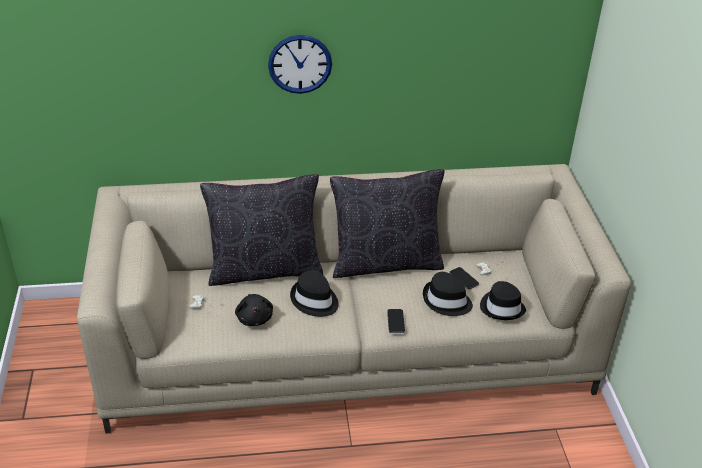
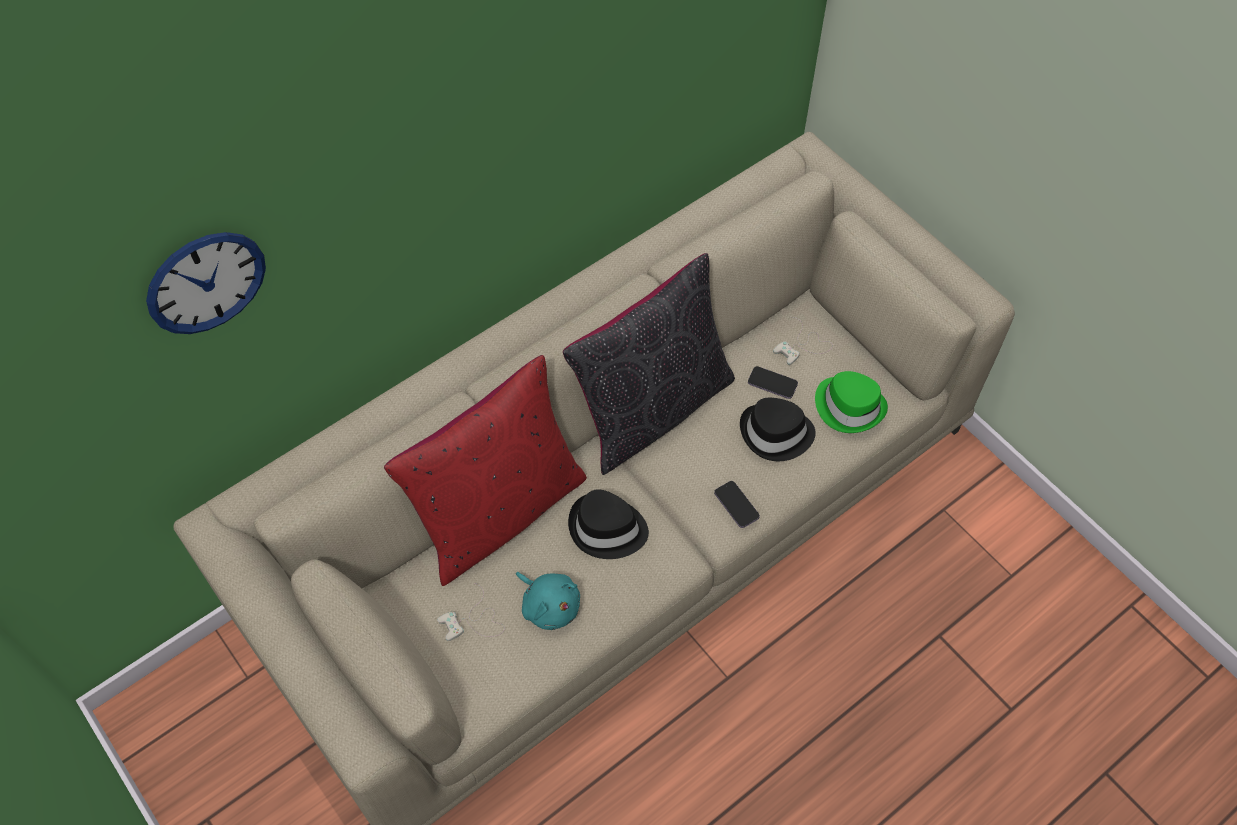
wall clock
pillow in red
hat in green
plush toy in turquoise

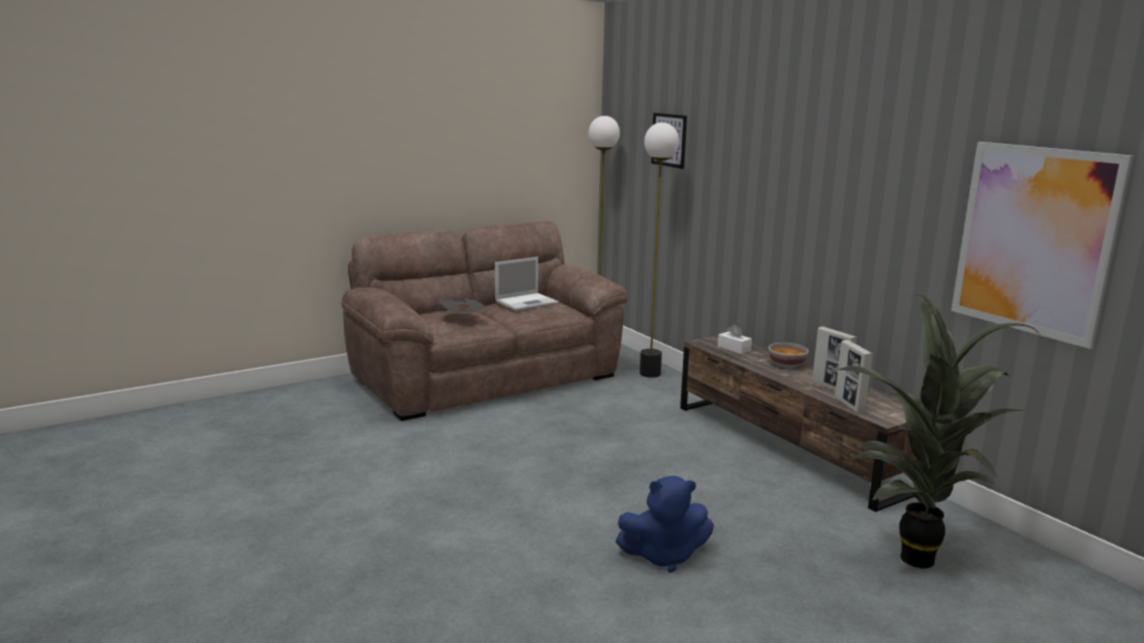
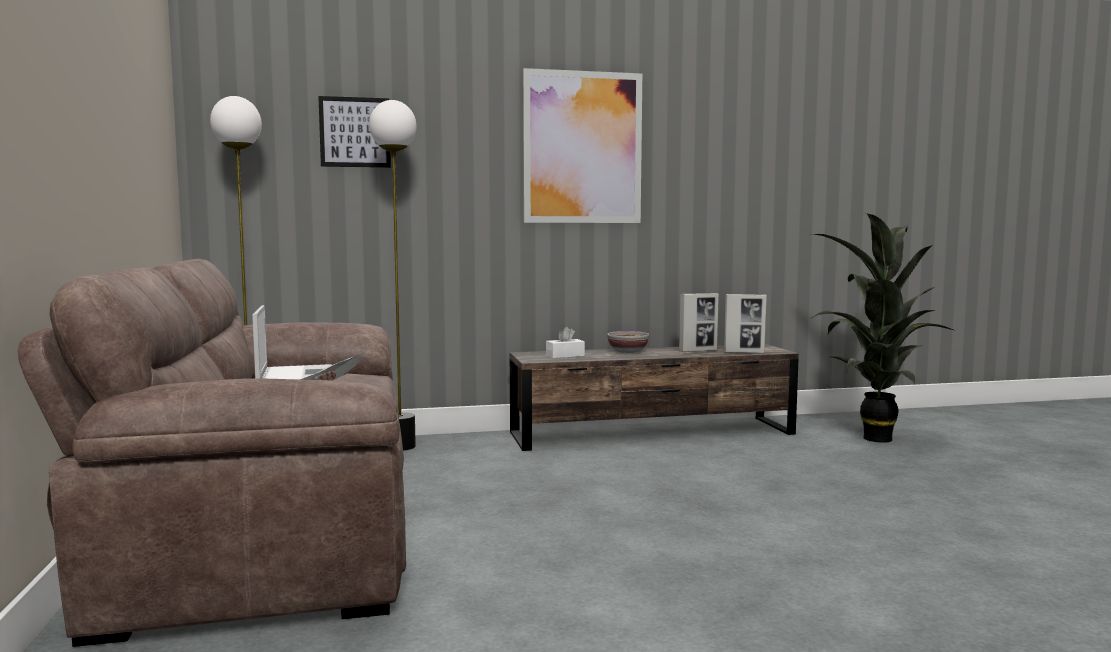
picture (2nd from left)
plush toy in blue

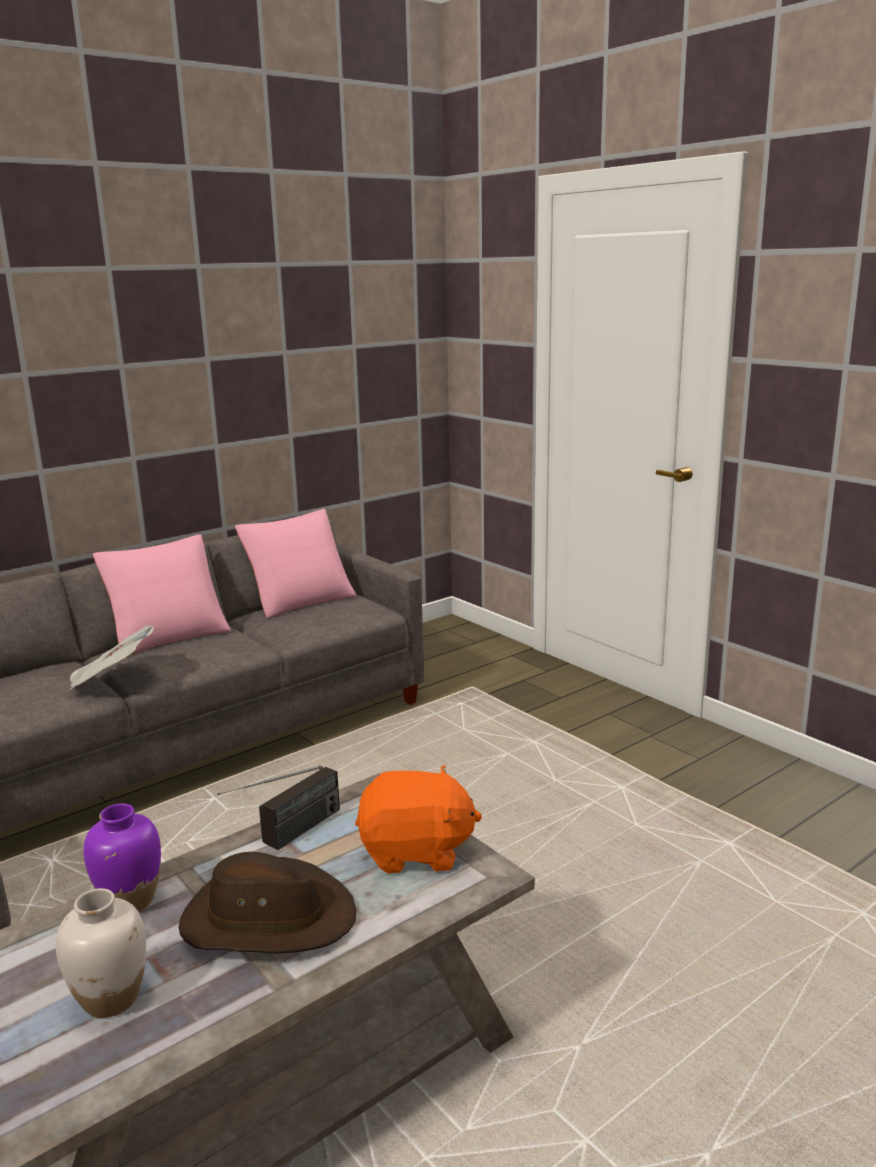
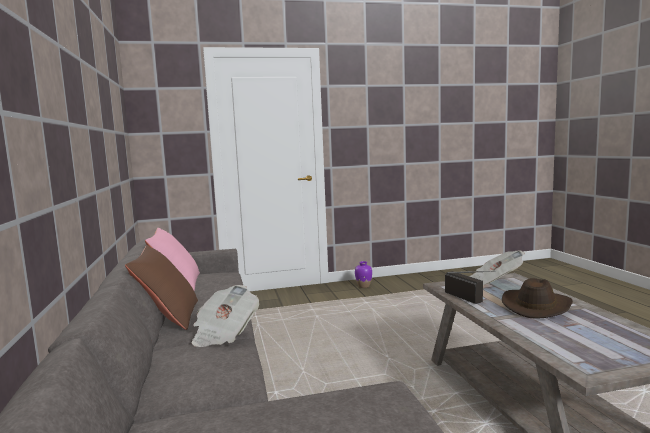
pillow in brown
newspaper (2nd from left)
vase in purple
vase in white

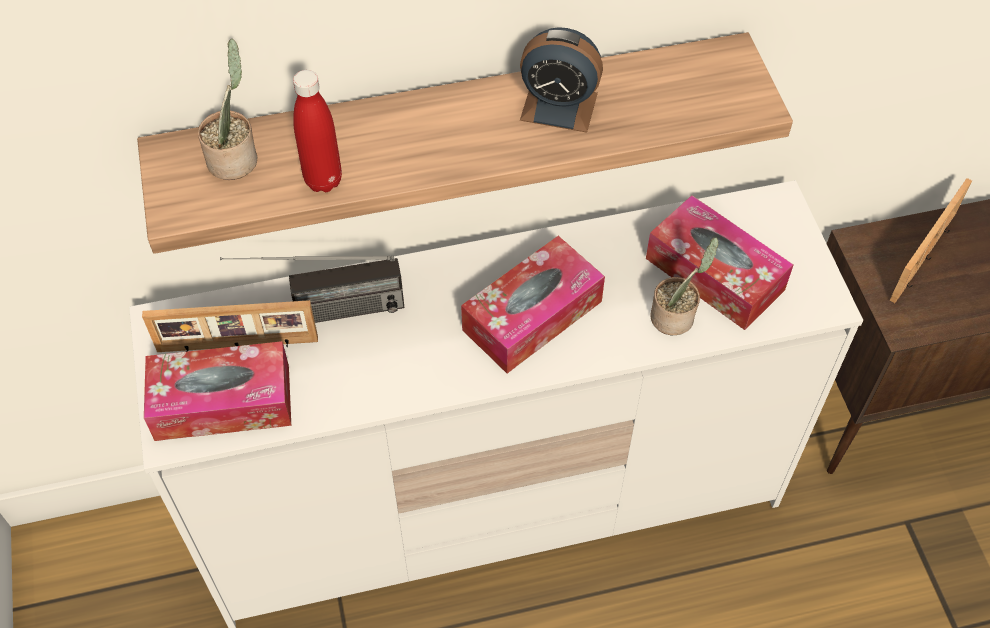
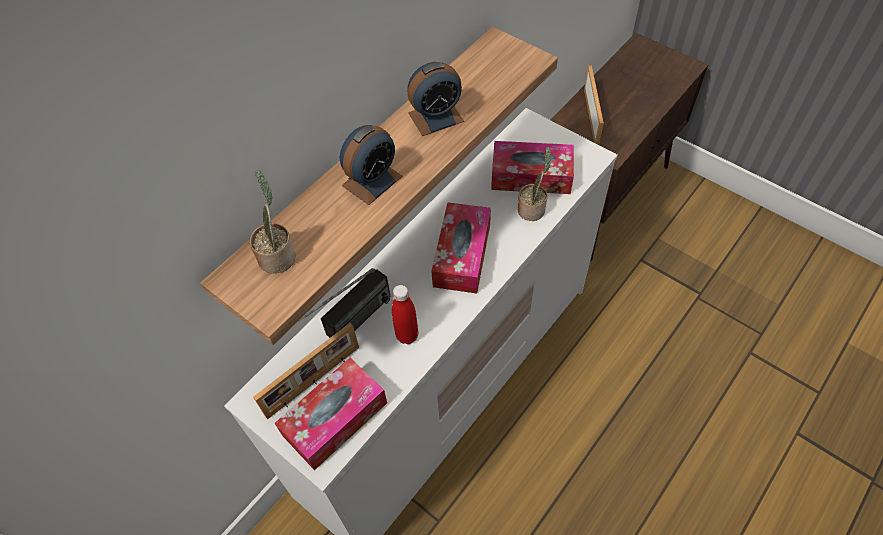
bottle in red
alarm clock (1st from left)

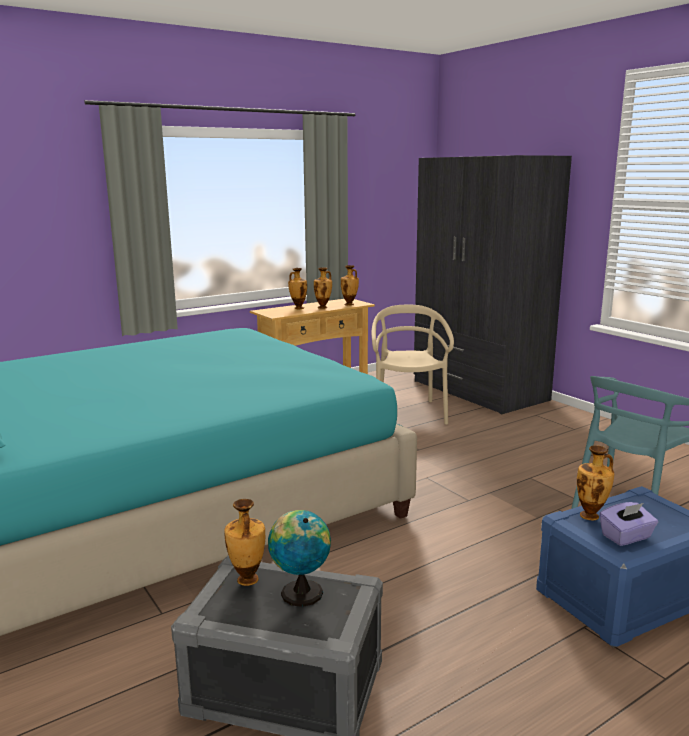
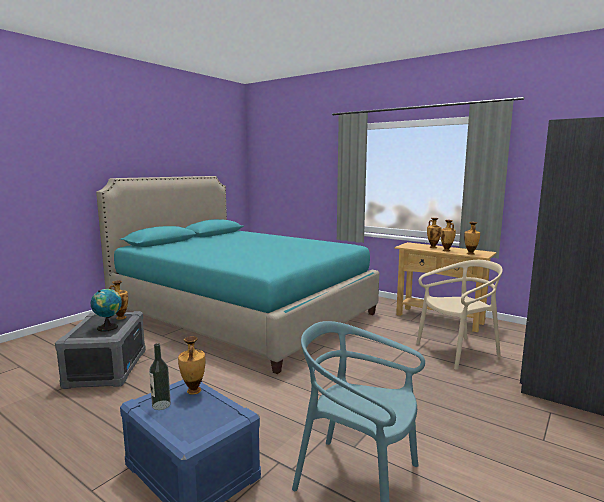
bottle

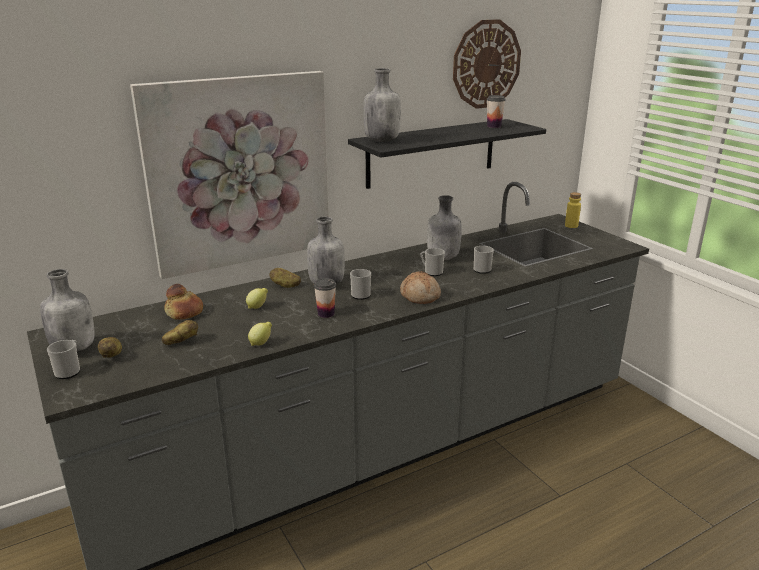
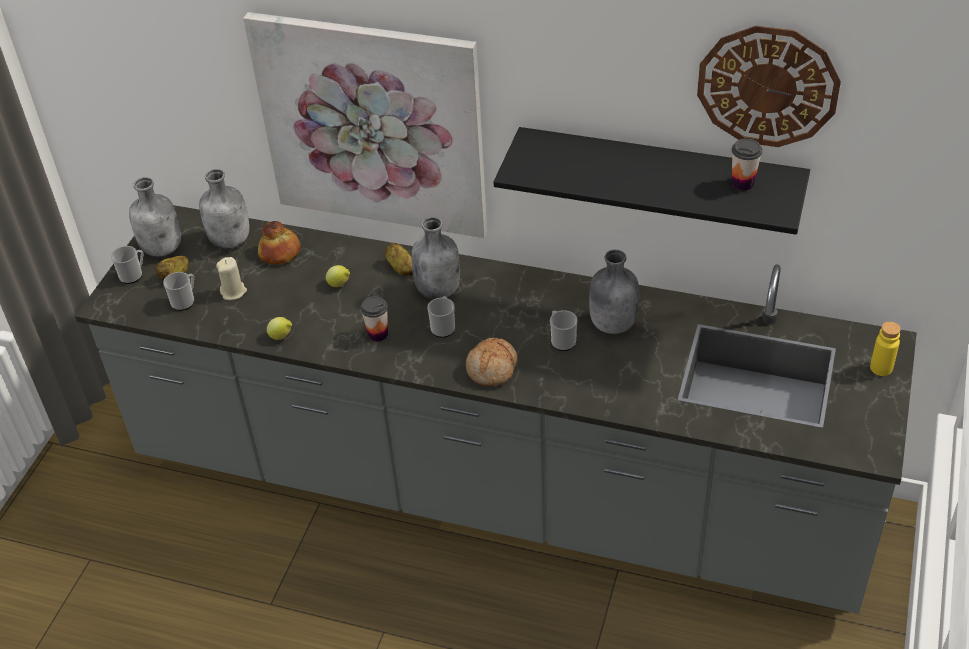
bottle in grey (2nd from left)
mug (2nd from left)
candle in beige

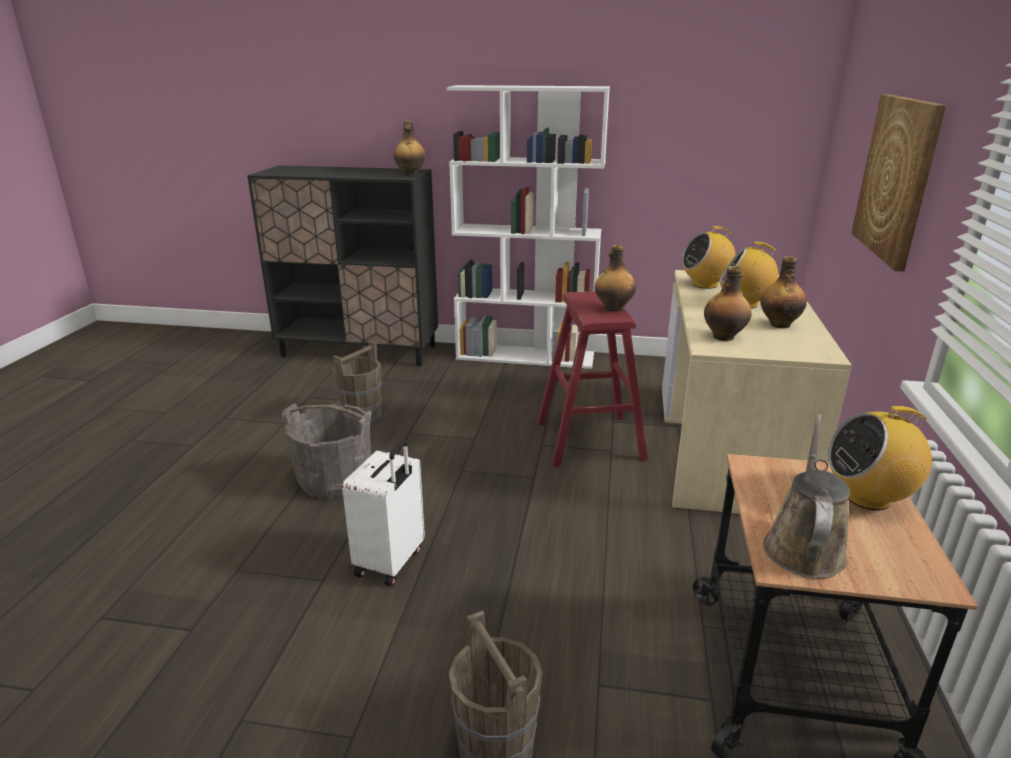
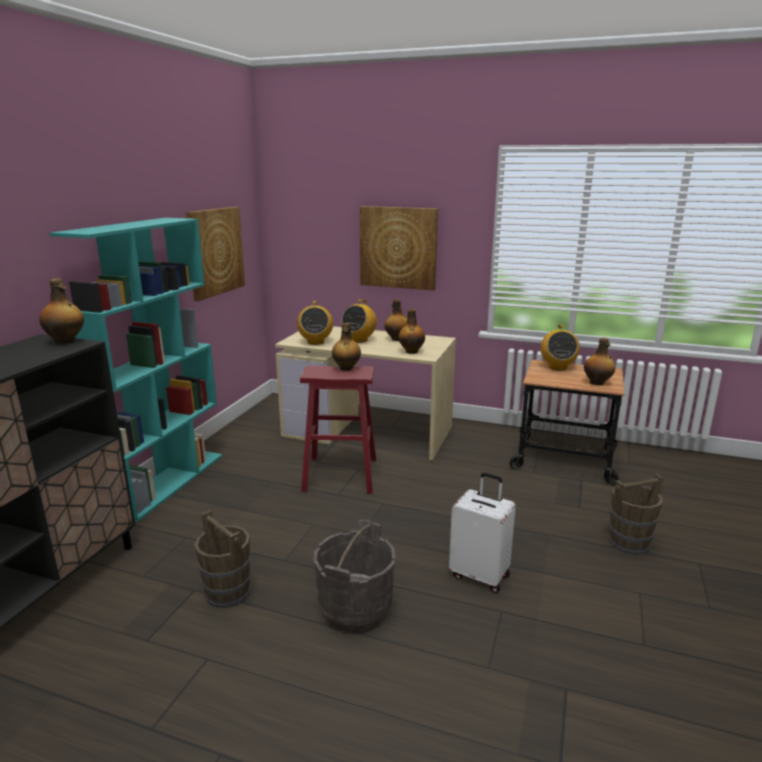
bookcase in turquoise
bottle (5th from left)
picture (1st from left)

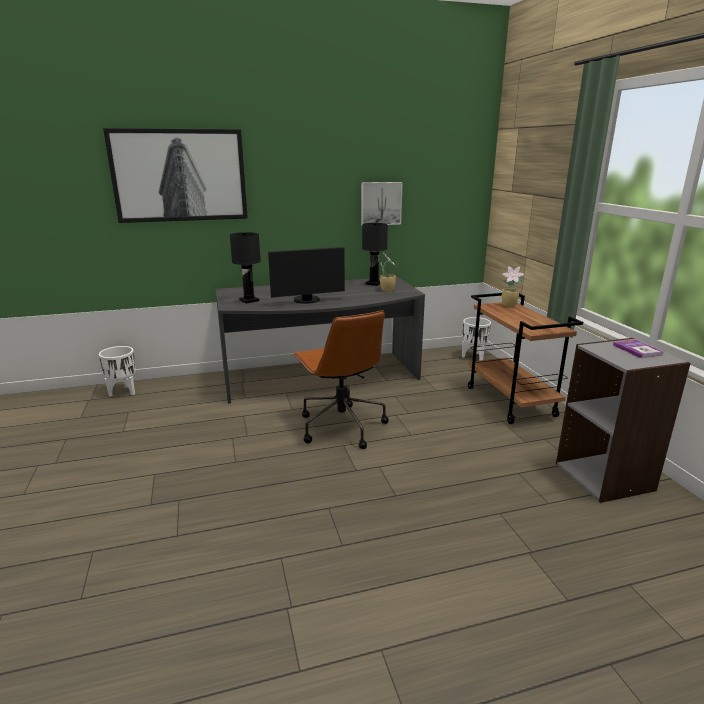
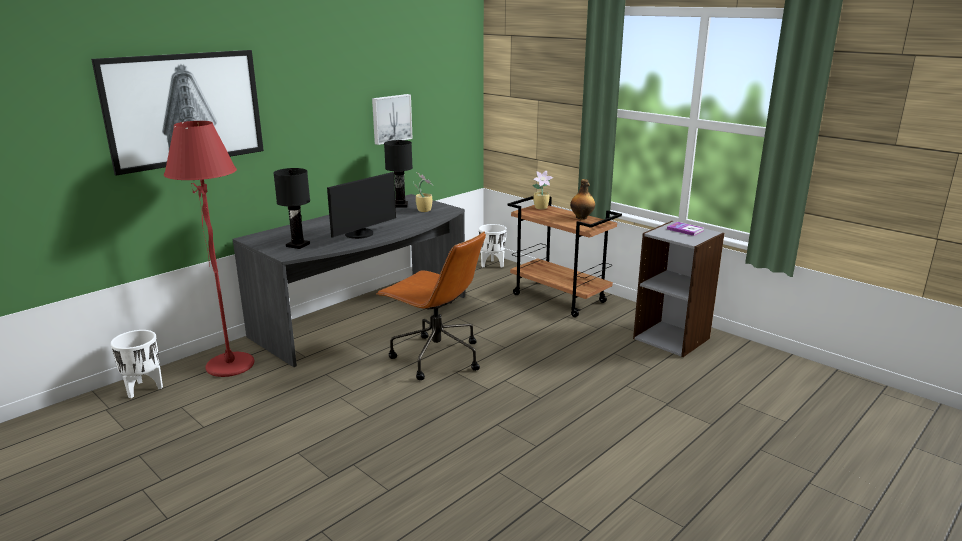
floor lamp in red
bottle

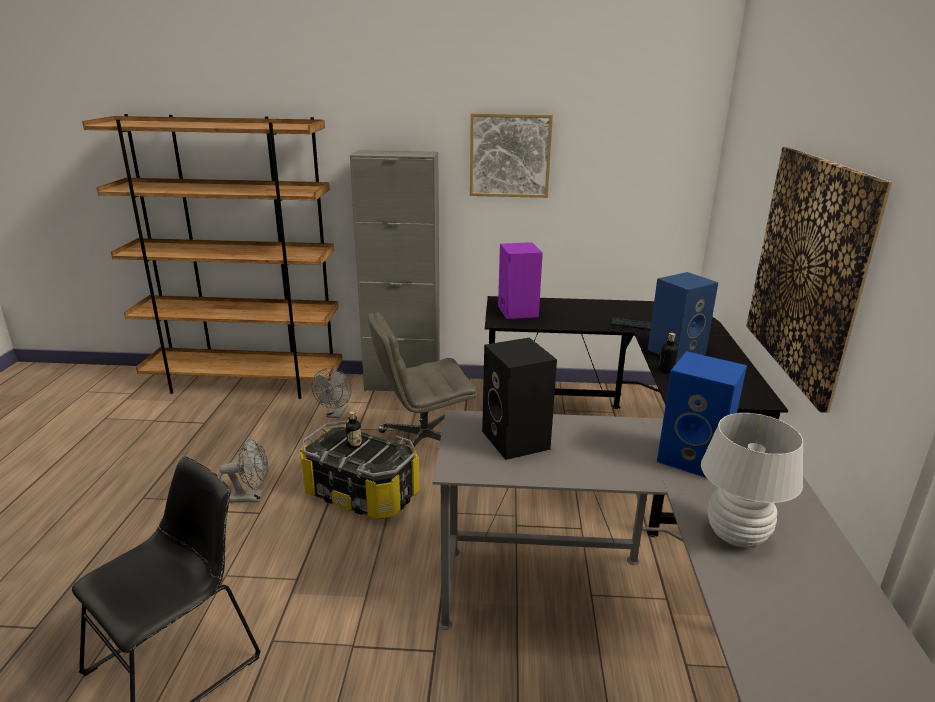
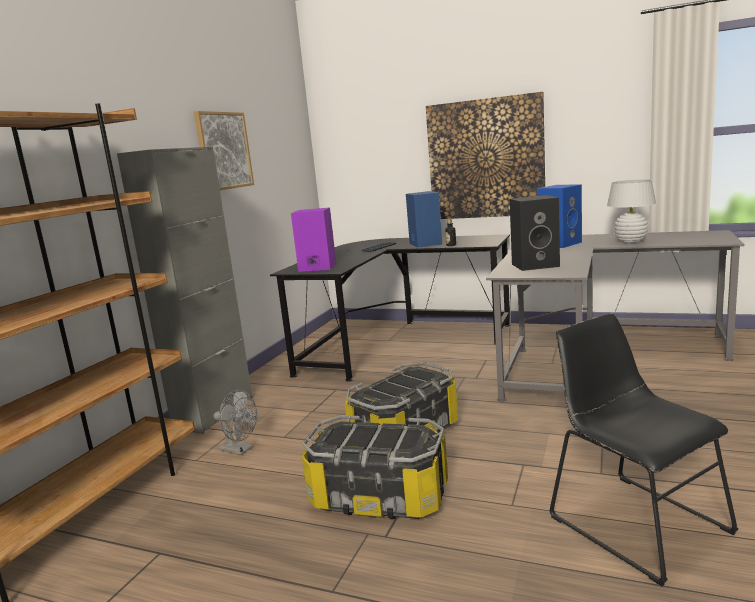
office chair in grey
bottle (1st from left in the first image)
storage box (1st from left)

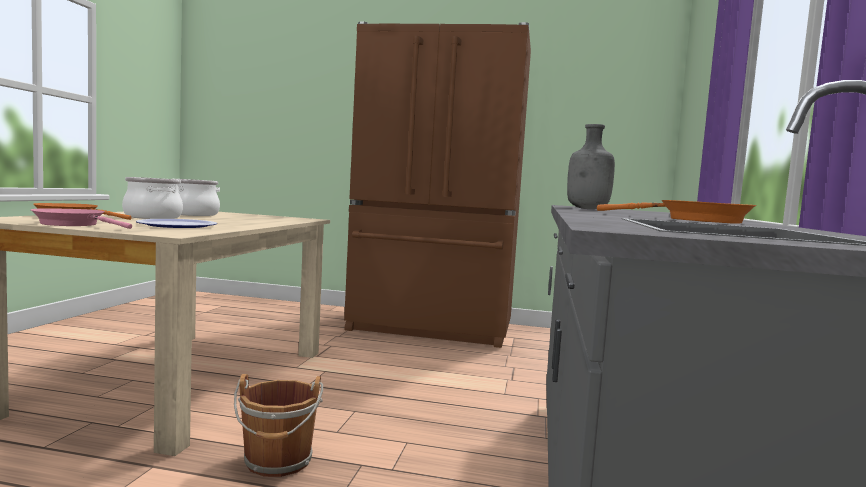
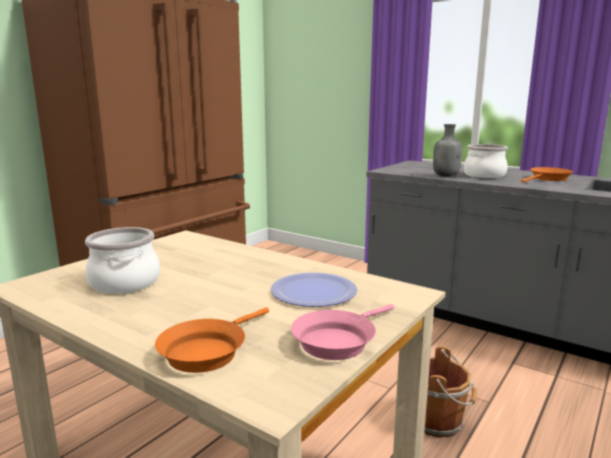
cooking pot (2nd from left)

